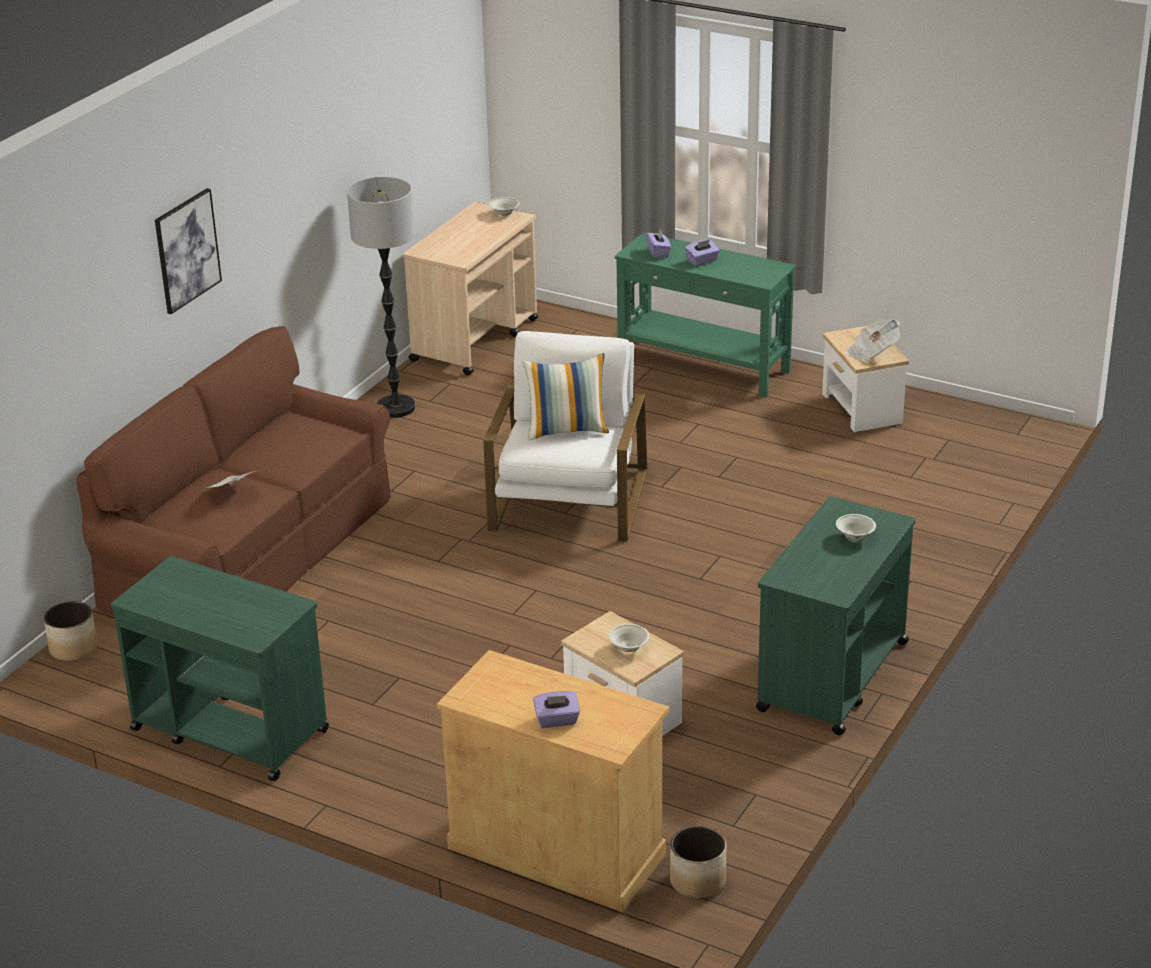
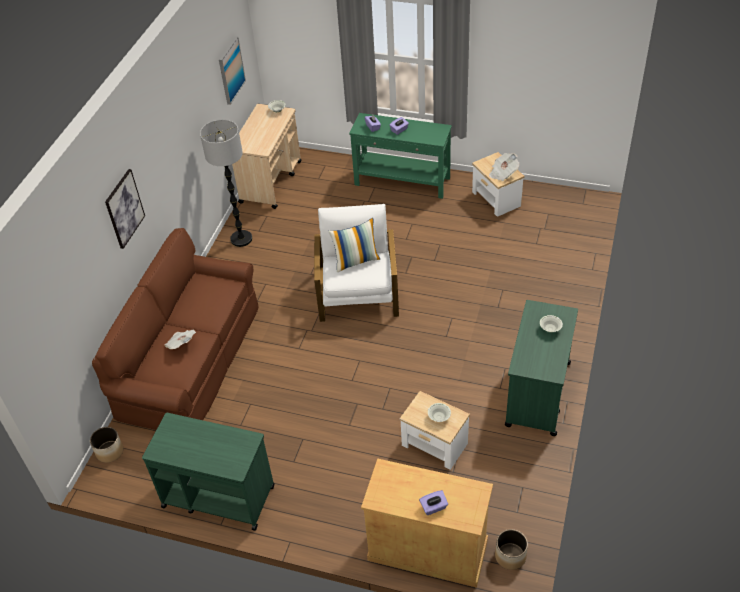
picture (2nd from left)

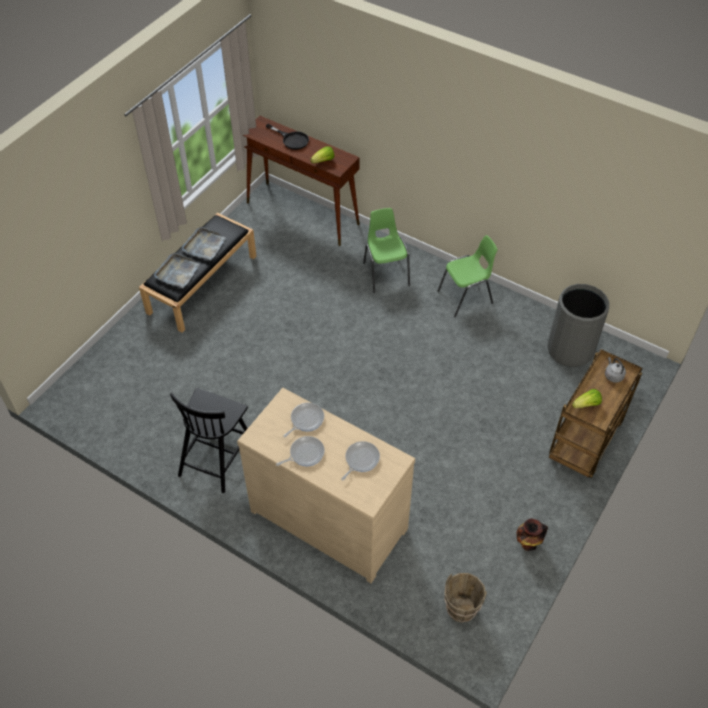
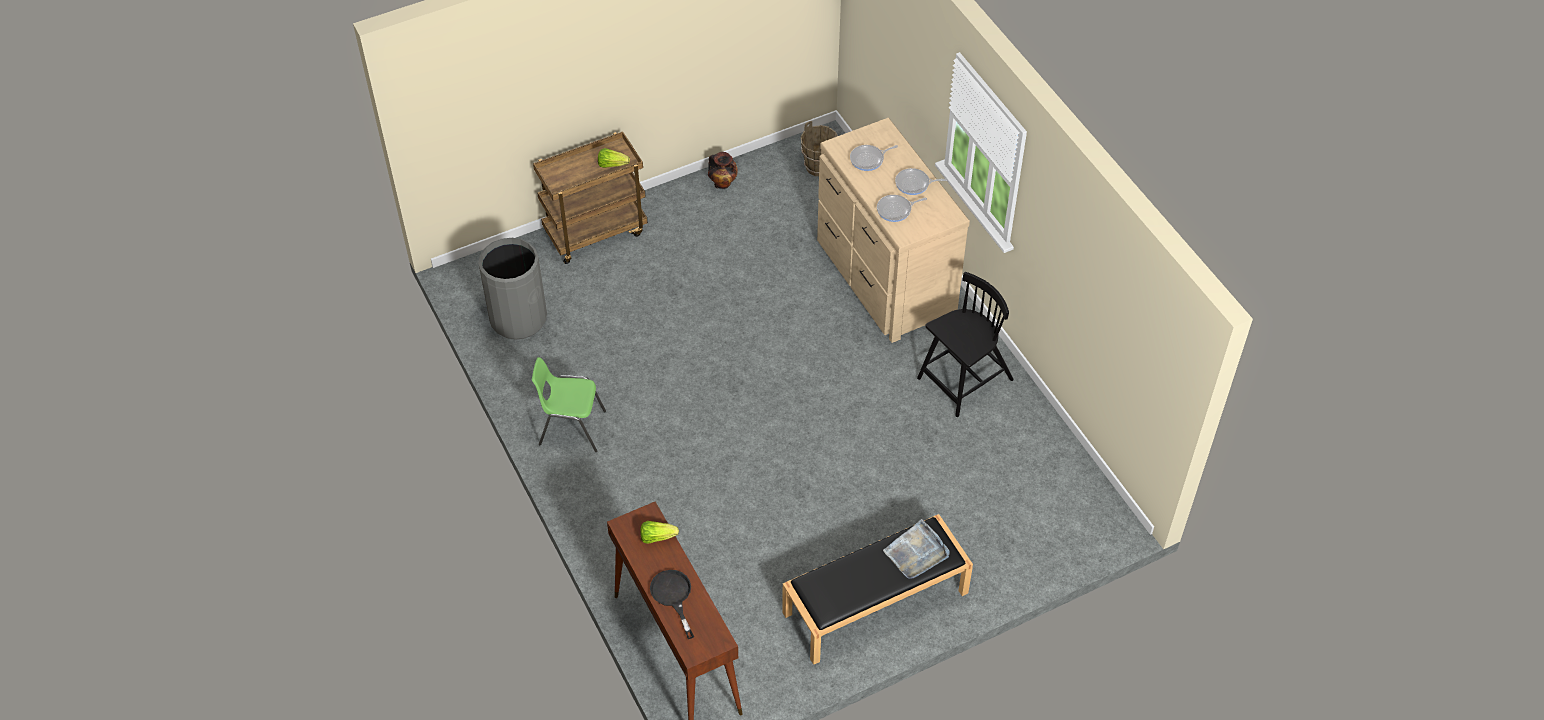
chair in green (1st from left in the first image)
tray in grey (2nd from left in the first image)
kettle in grey

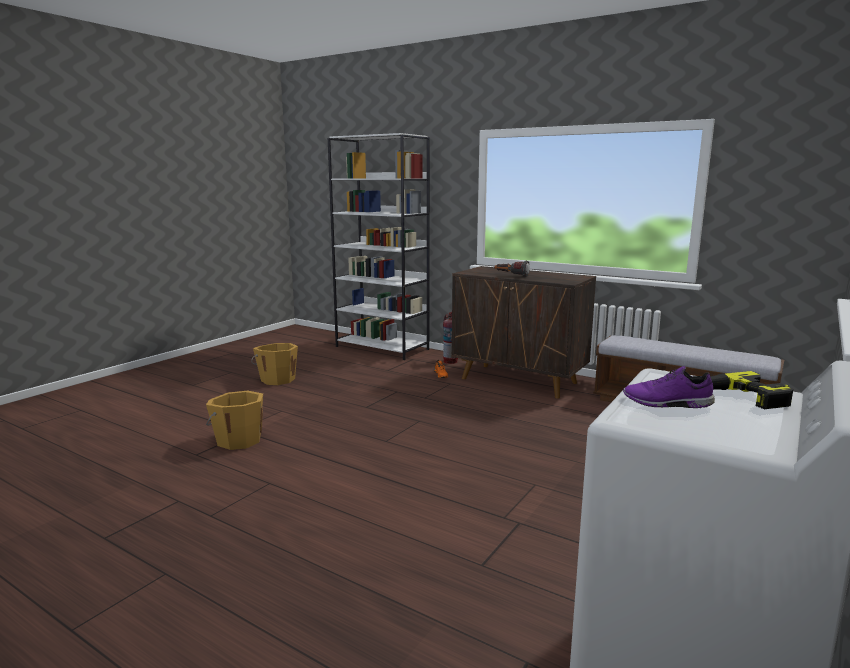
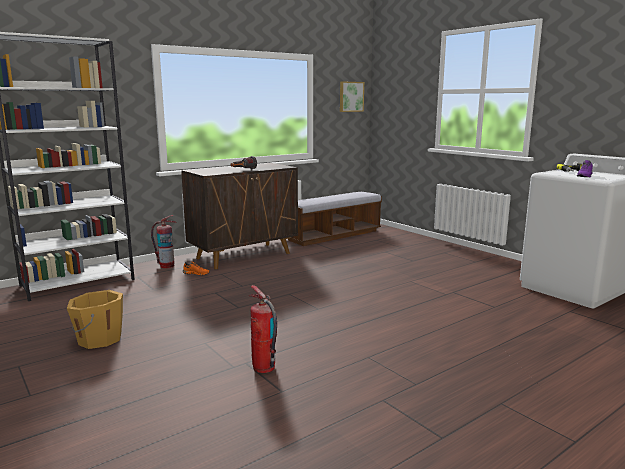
fire extinguisher (2nd from left)
picture

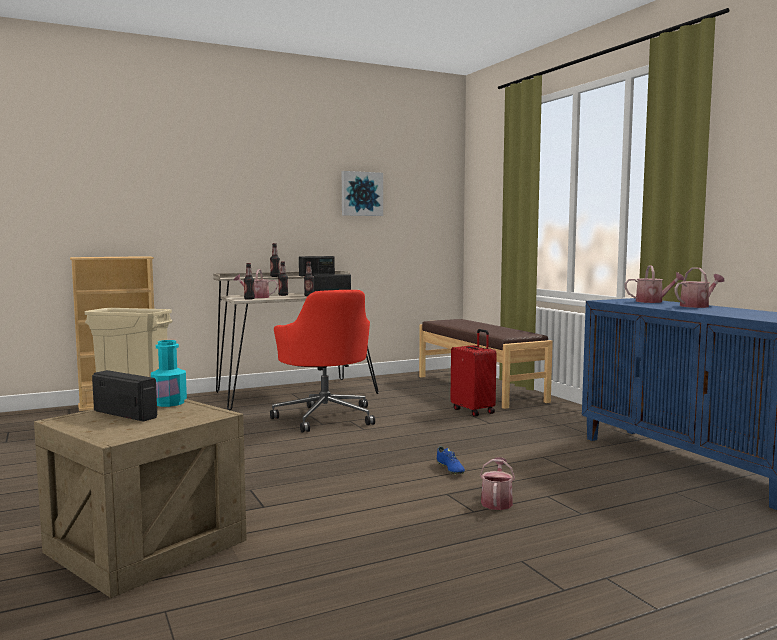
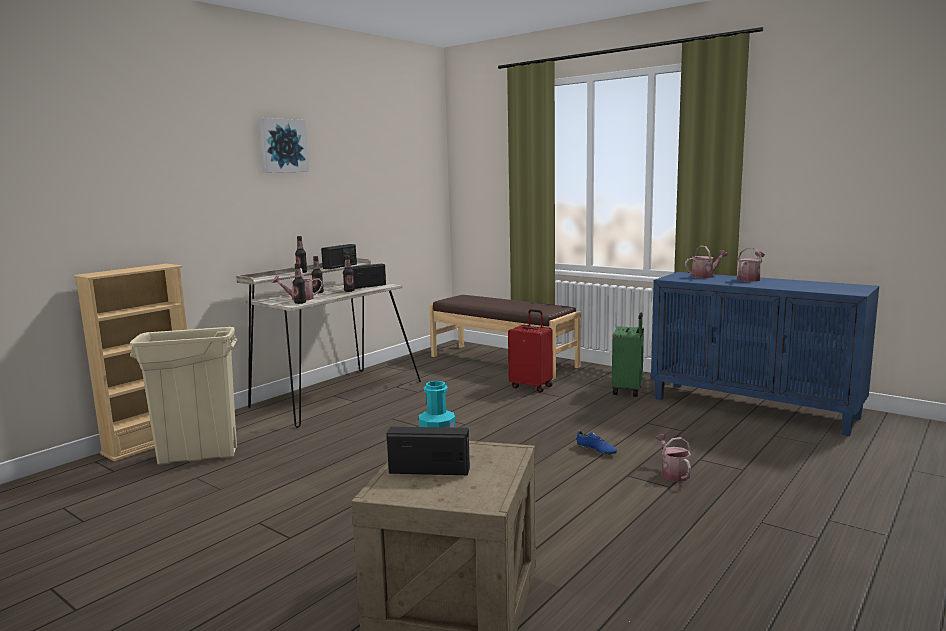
picture
office chair in red
suitcase in green

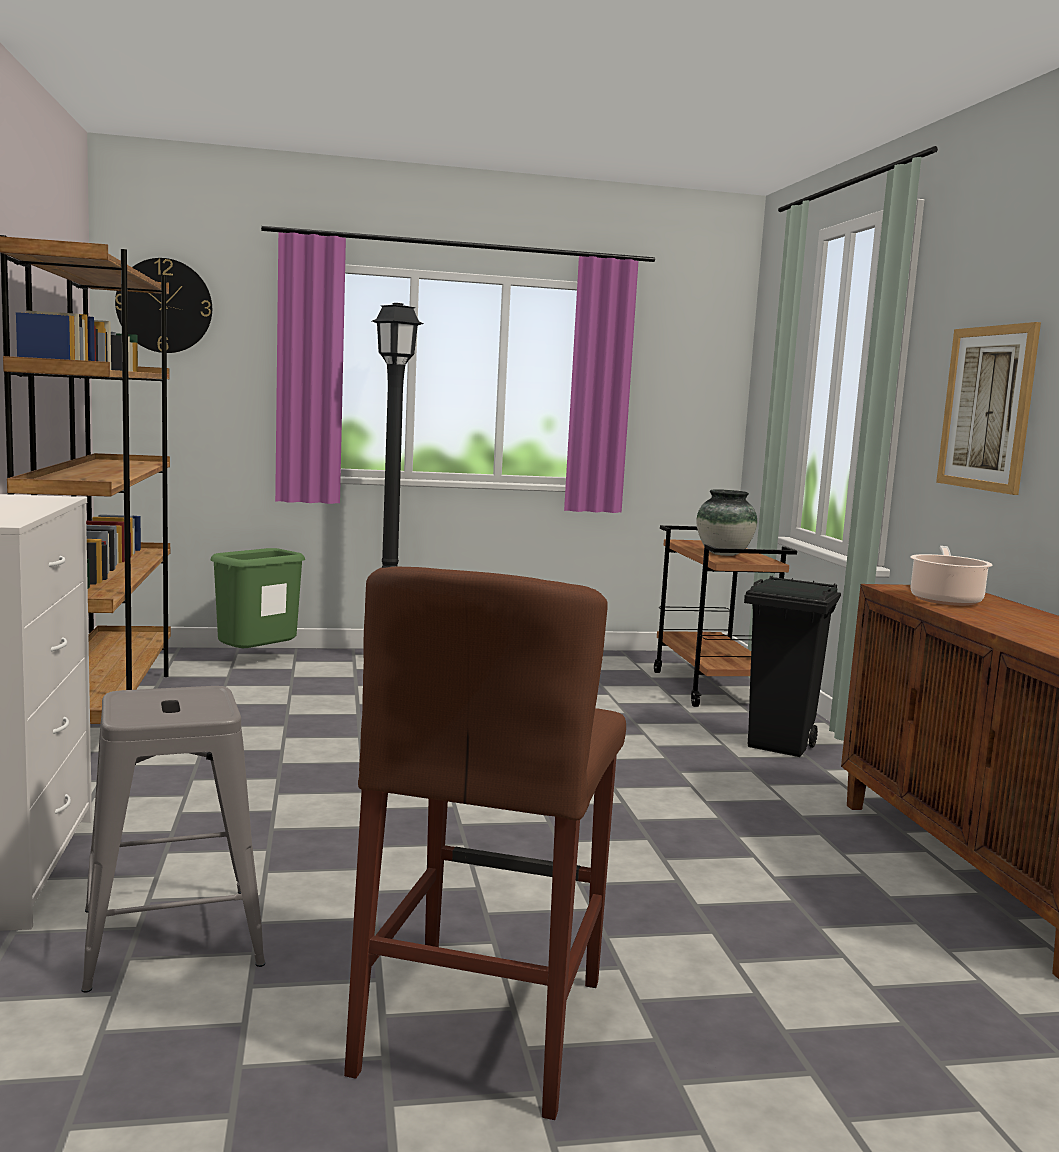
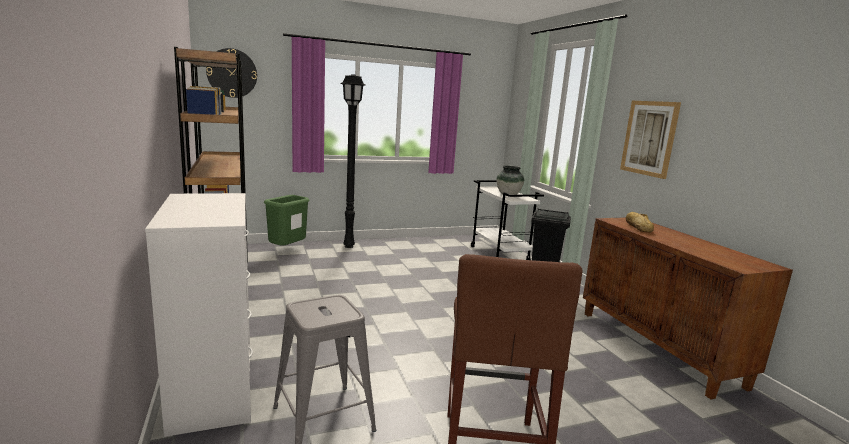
cart in white
bread

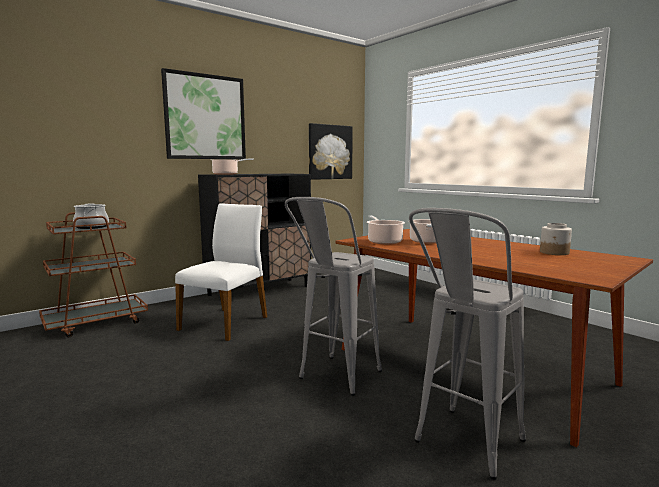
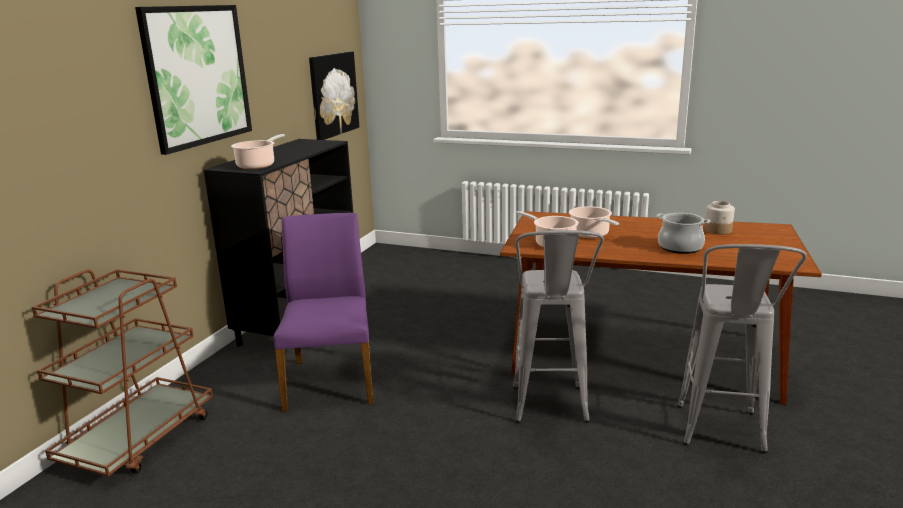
cooking pot (4th from left)
chair in purple

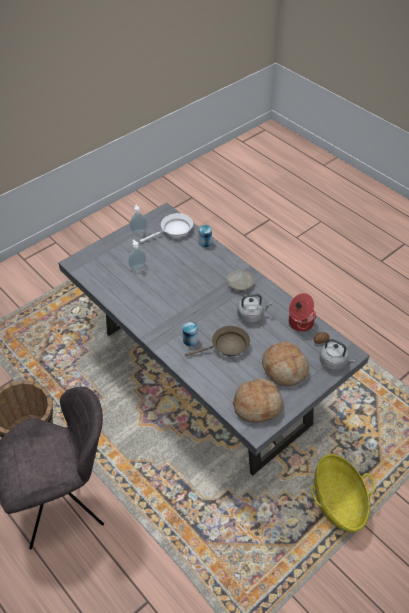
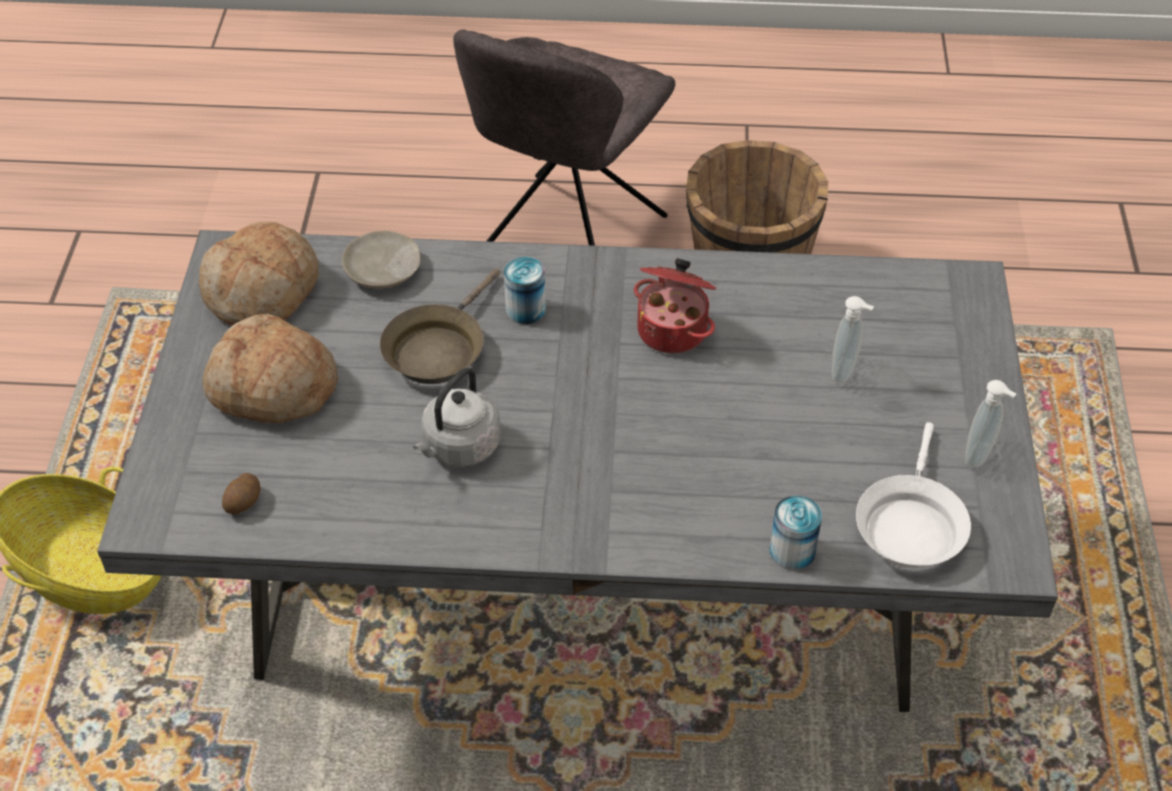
plate in beige
cooking pot
kettle in grey (2nd from left in the first image)

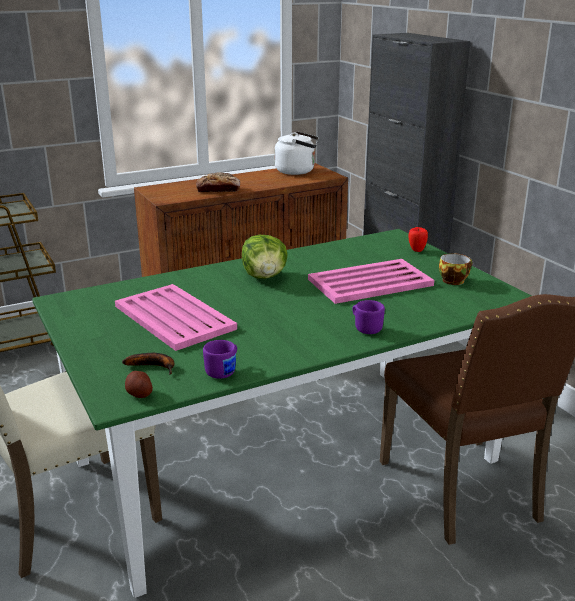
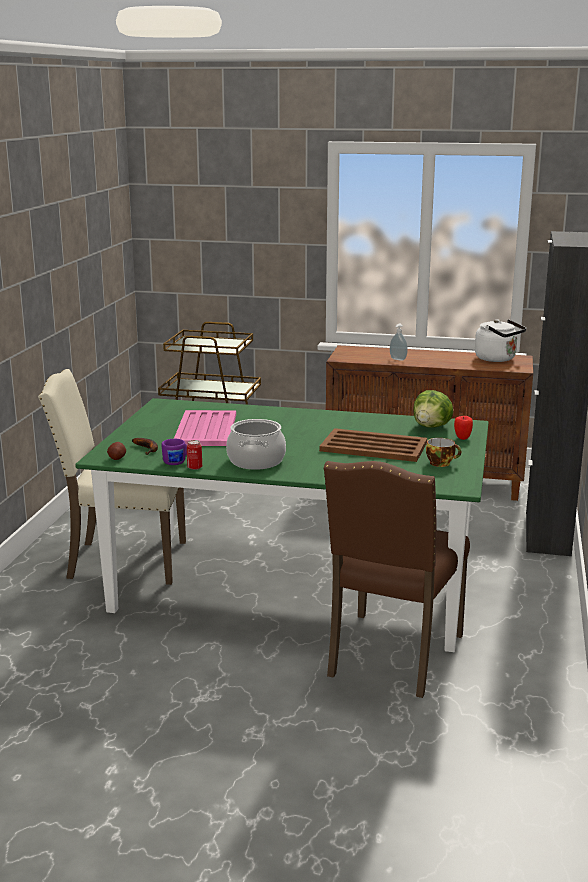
soap dispenser
lettuce
tray in brown
mug in purple (2nd from left in the first image)
cooking pot
can

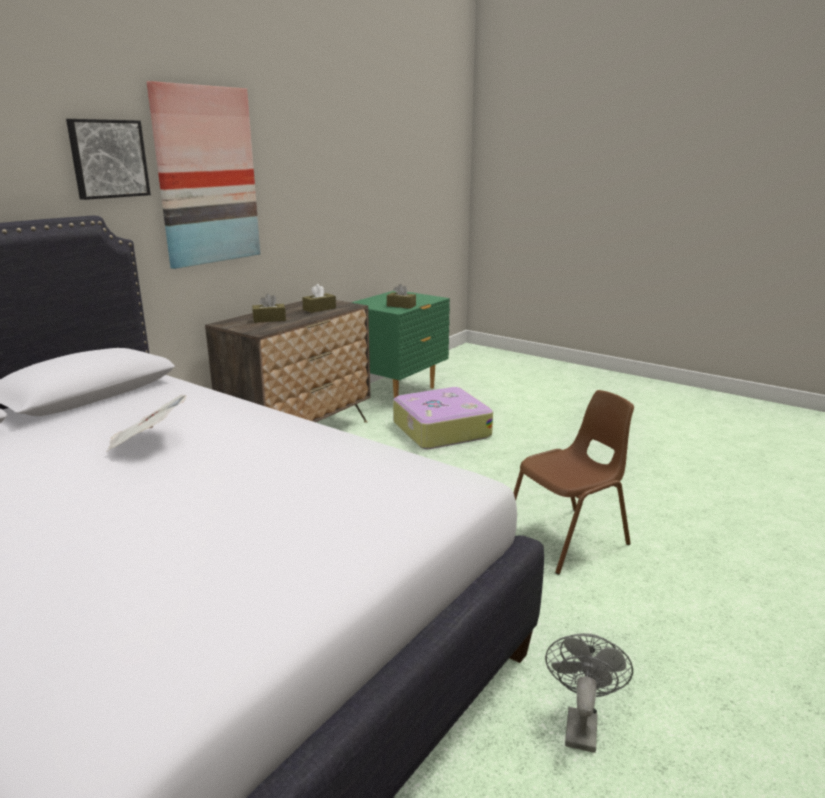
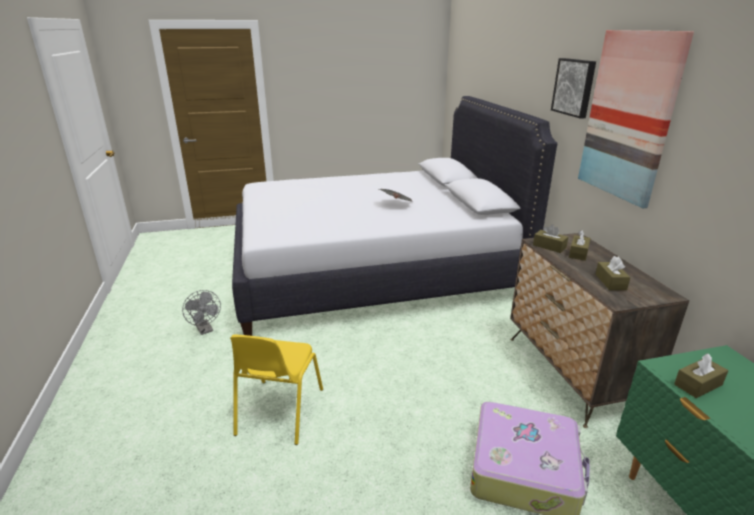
chair in yellow
tissue box in brown (1st from left)

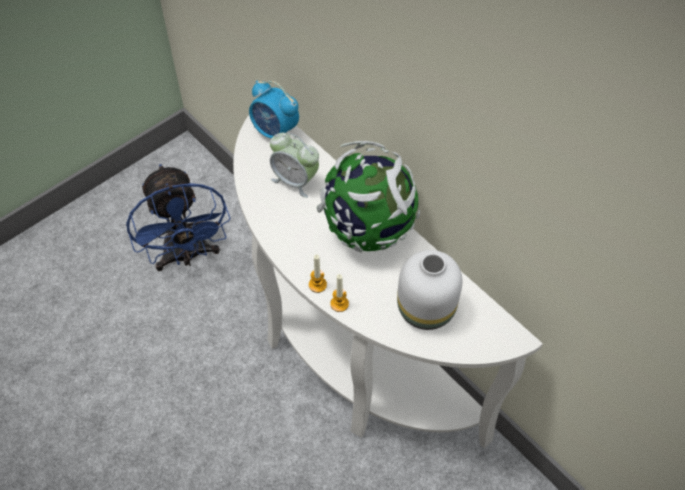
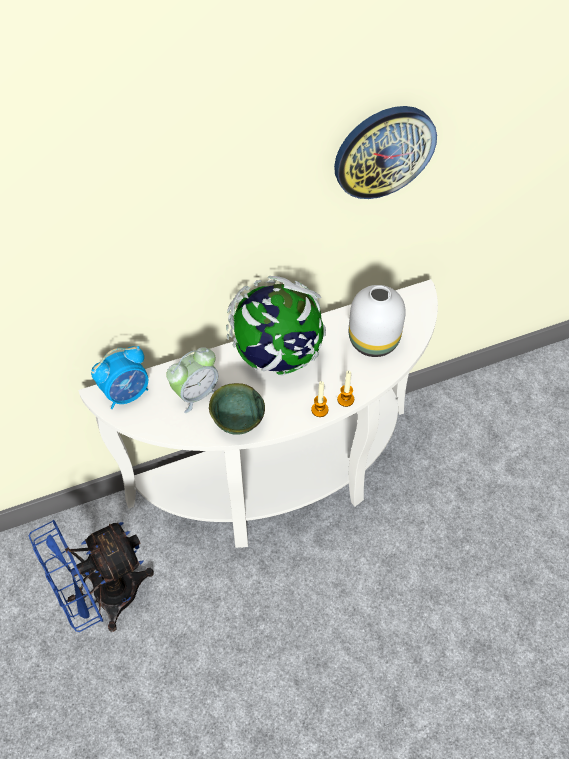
fan in blue
wall clock
bowl in green

